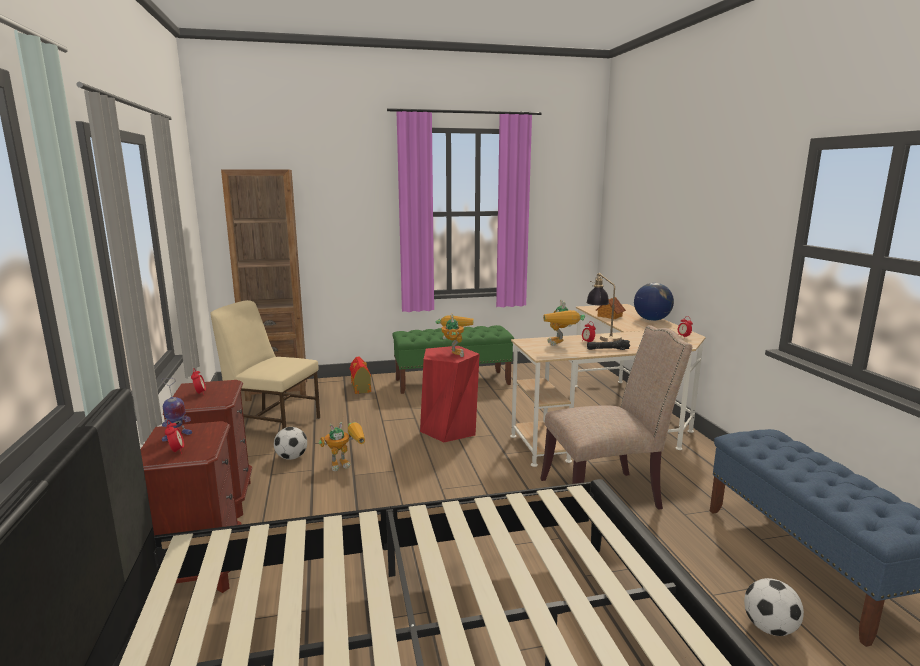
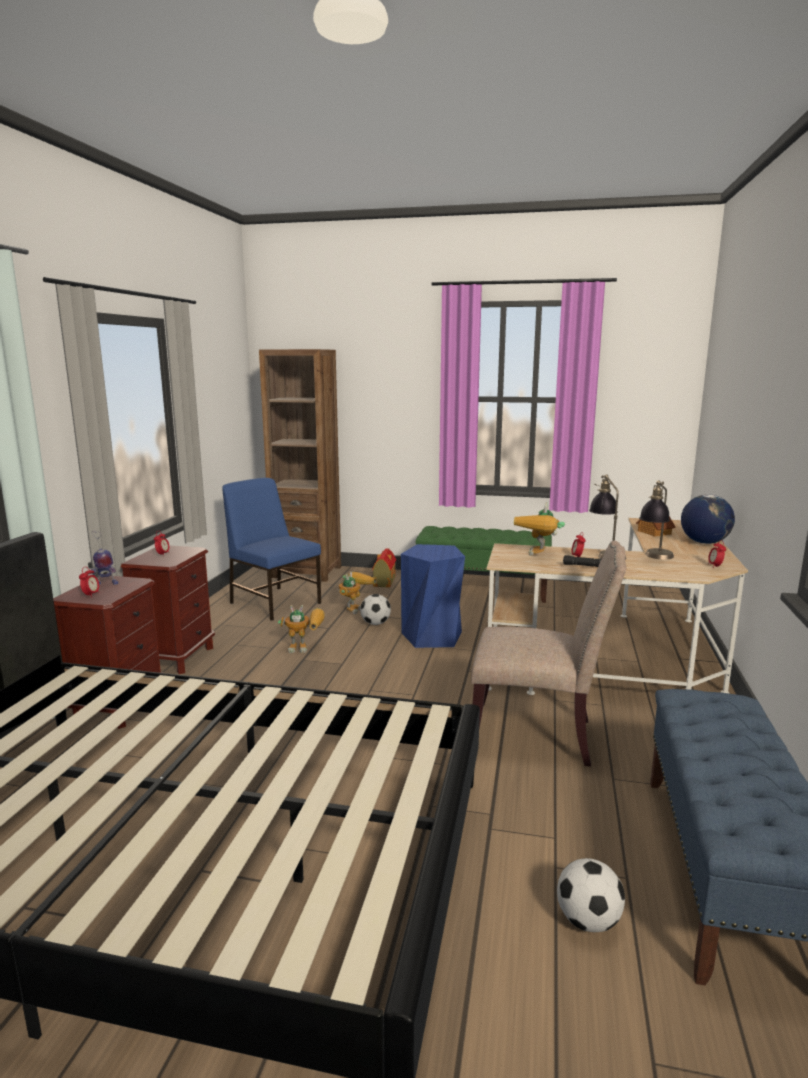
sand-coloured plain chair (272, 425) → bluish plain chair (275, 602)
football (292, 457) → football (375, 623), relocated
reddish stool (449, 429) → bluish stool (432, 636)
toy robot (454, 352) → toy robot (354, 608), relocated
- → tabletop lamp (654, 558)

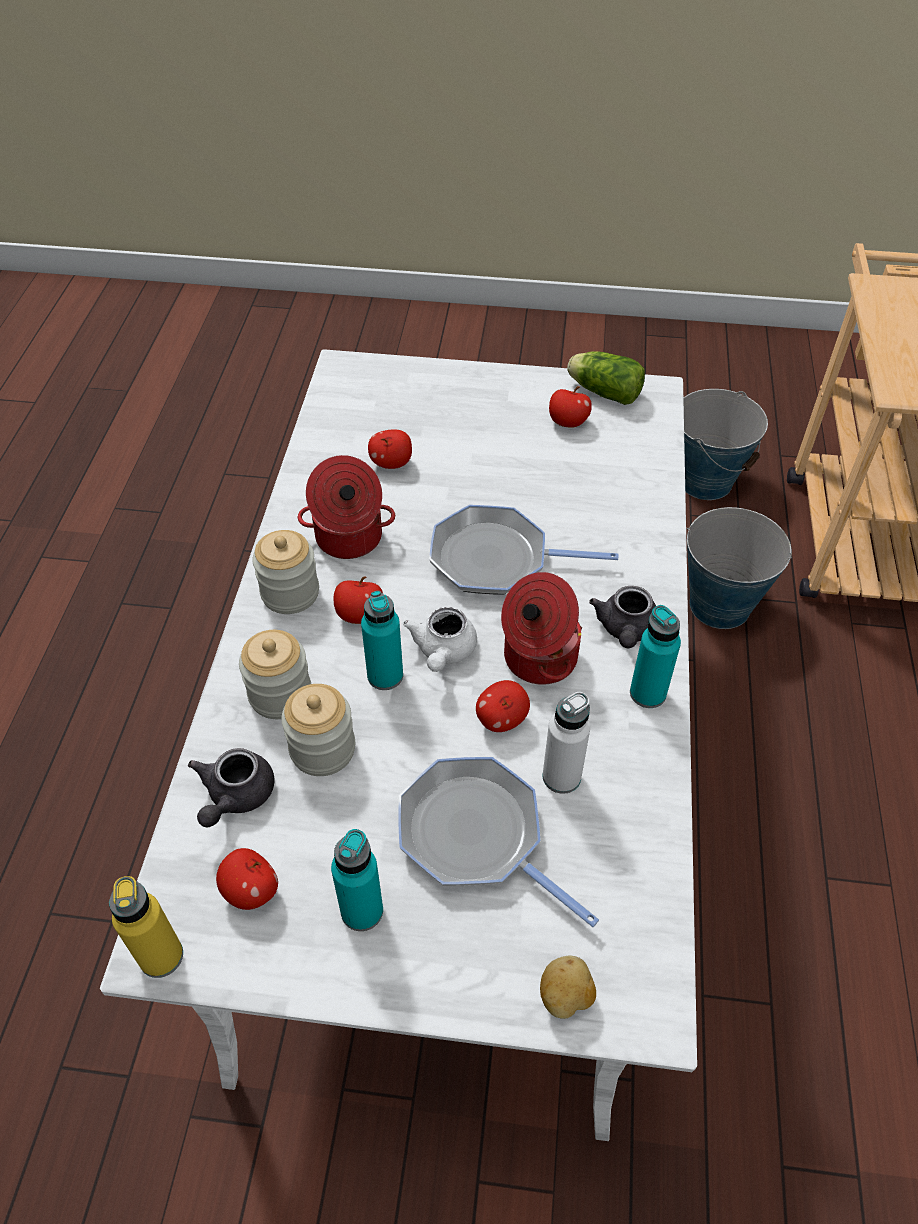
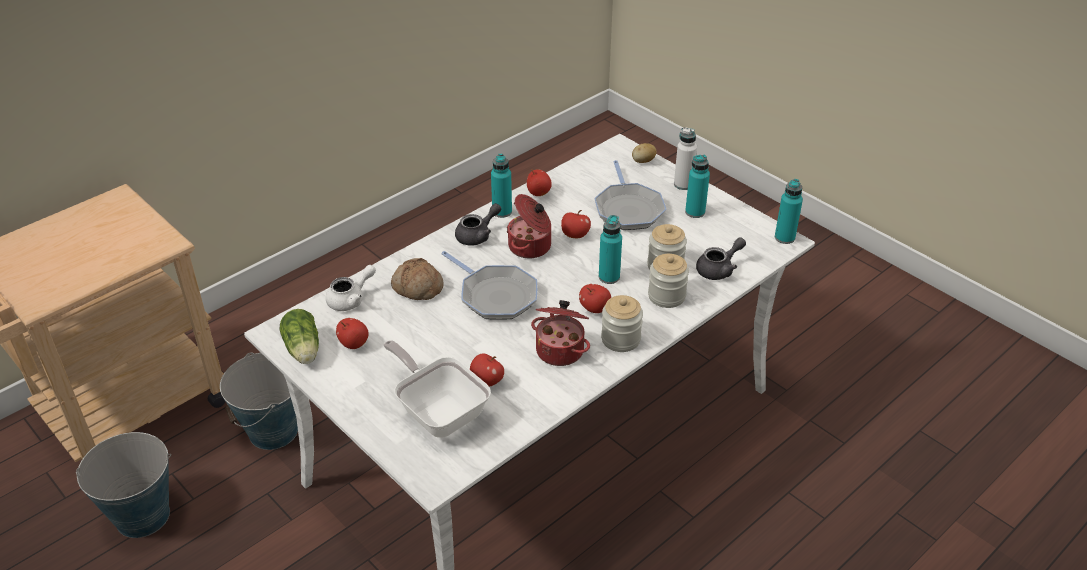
yellow-coloured drink bottle (161, 956) → turquoise drink bottle (784, 237)
apple (251, 891) → apple (538, 193), relocated
white tea pot (443, 652) → white tea pot (351, 299), relocated
white drink bottle (561, 776) → white drink bottle (683, 184), relocated
- → skillet (439, 411)
- → bakery bread (417, 288)

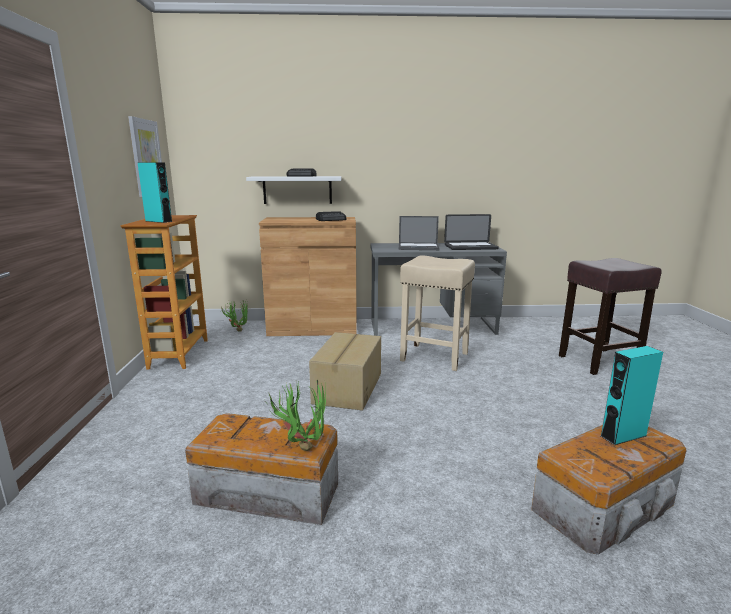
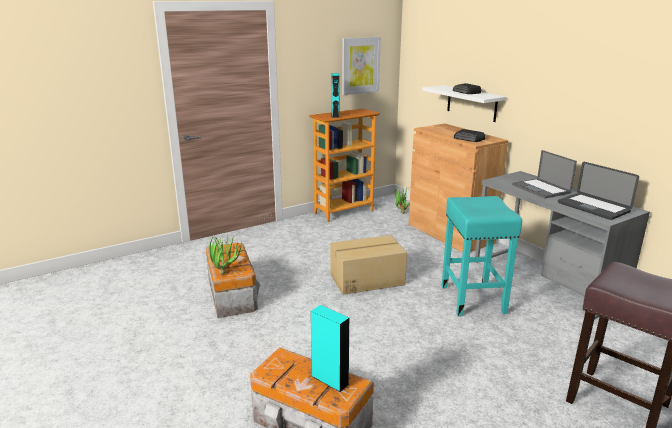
sand-coloured stool (433, 357) → turquoise stool (472, 298)

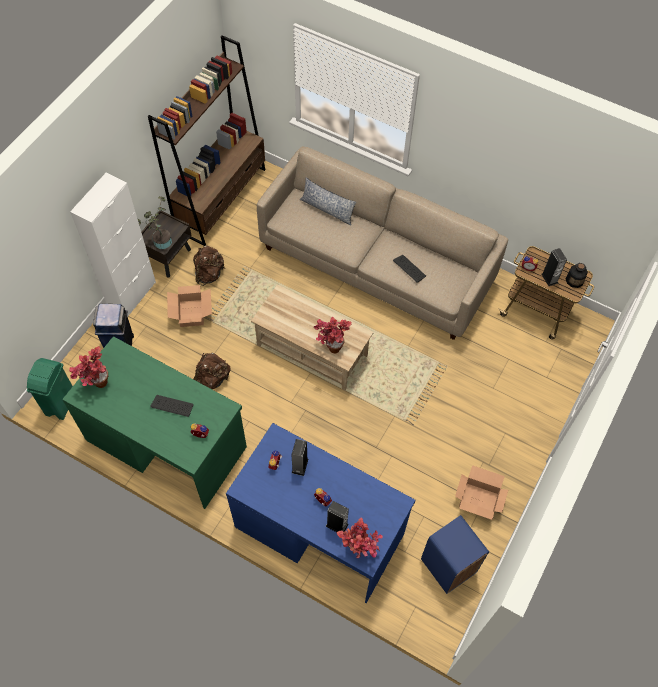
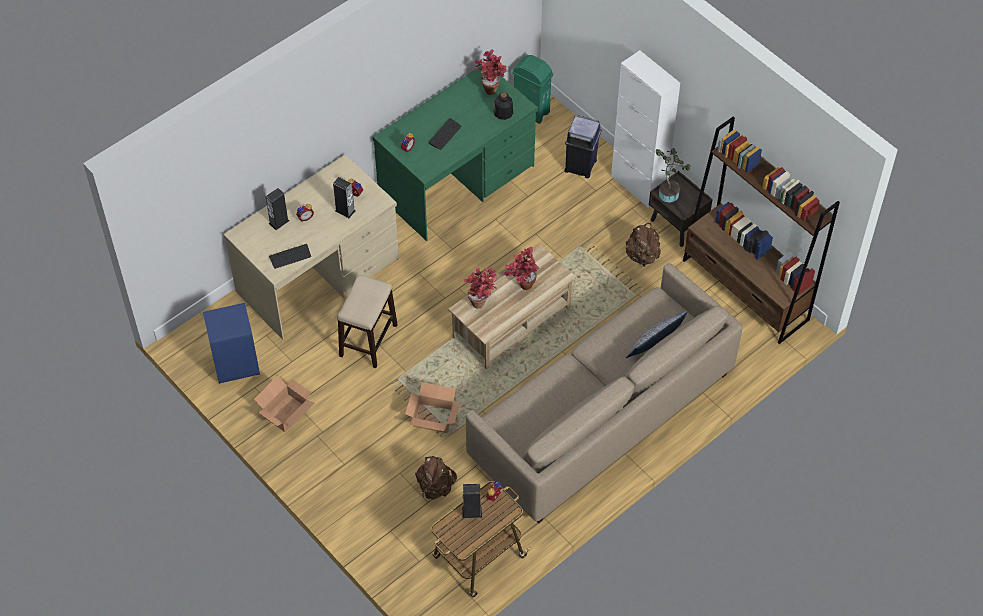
carton (191, 313) → carton (433, 418), relocated
brownish knapsack (212, 379) → brownish knapsack (435, 487), relocated
bluish desk (319, 529) → sand-coloured desk (319, 275)
plant in a pot (359, 550) → plant in a pot (521, 286), relocated
computer keyboard (409, 269) → computer keyboard (290, 257), relocated
drink bottle (574, 280) → drink bottle (503, 113), relocated
- → stool (368, 341)

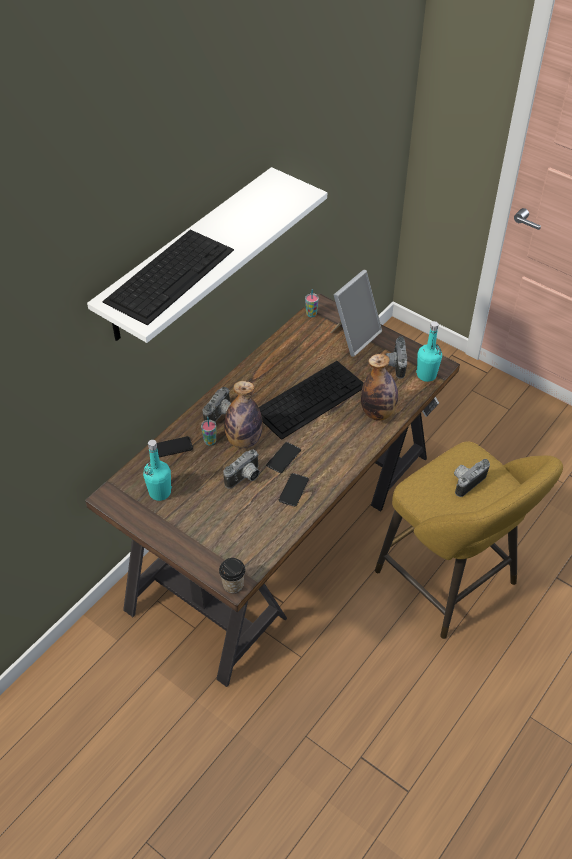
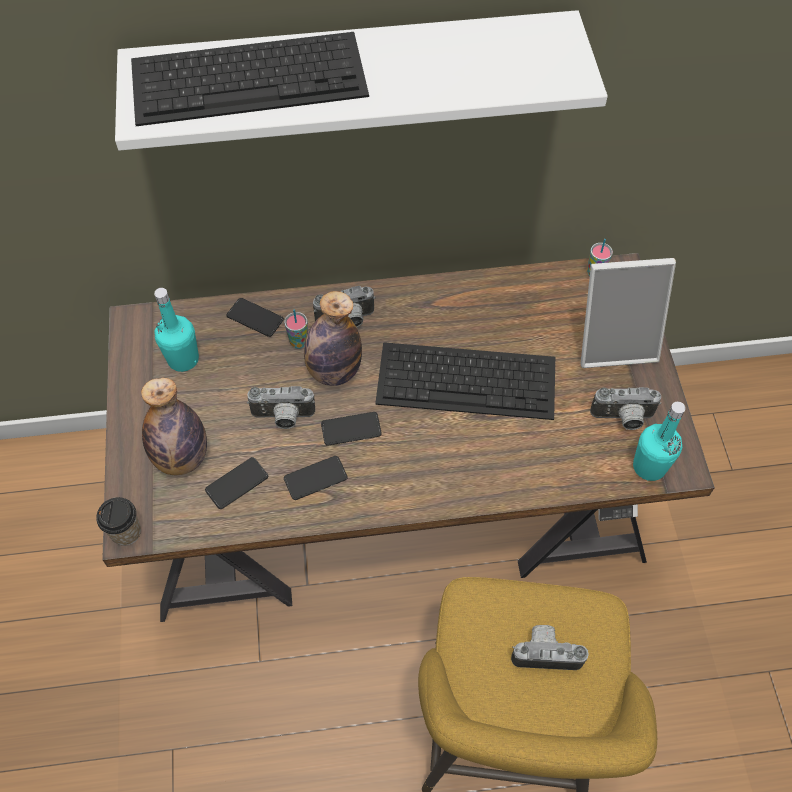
drink bottle (378, 413) → drink bottle (182, 458), relocated
still camera (394, 364) → still camera (623, 419), 135 degrees counterclockwise
- → handset (237, 483)

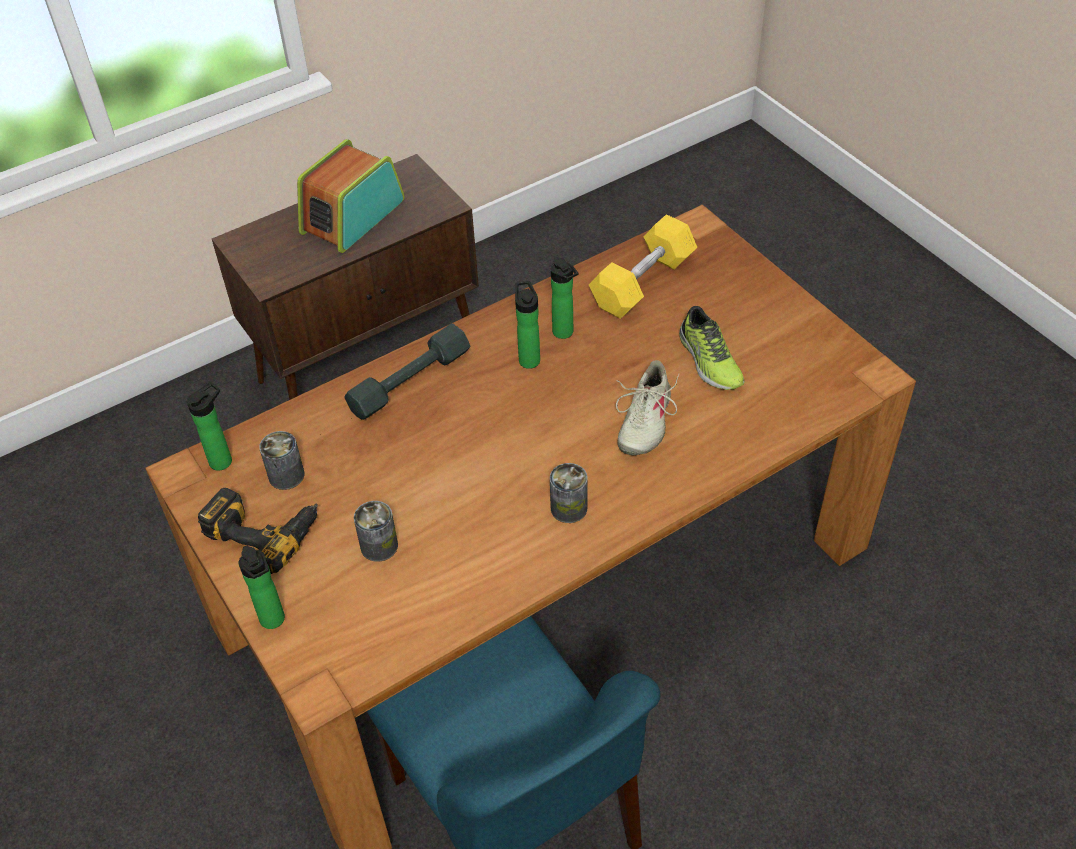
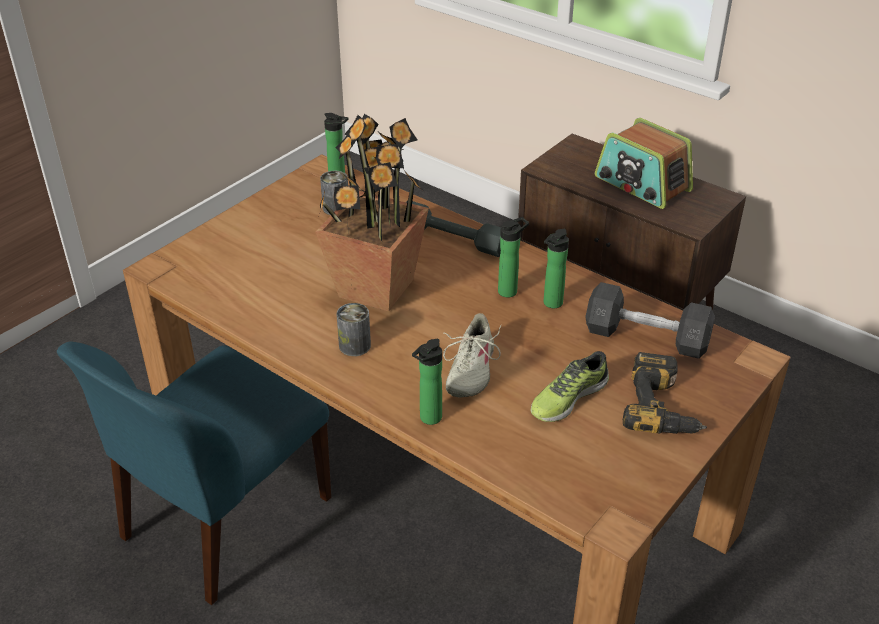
power drill (264, 529) → power drill (663, 407), relocated
drink bottle (274, 621) → drink bottle (428, 419), relocated
radio receiver (351, 216) → radio receiver (642, 184), 150 degrees counterclockwise
sealed can (379, 546) → -
yellow-coloured hand weight (642, 283) → grey hand weight (646, 337)
sand-coloured low shoe (644, 421) → sand-coloured low shoe (470, 370), 75 degrees counterclockwise
- → plant in a pot (376, 287)

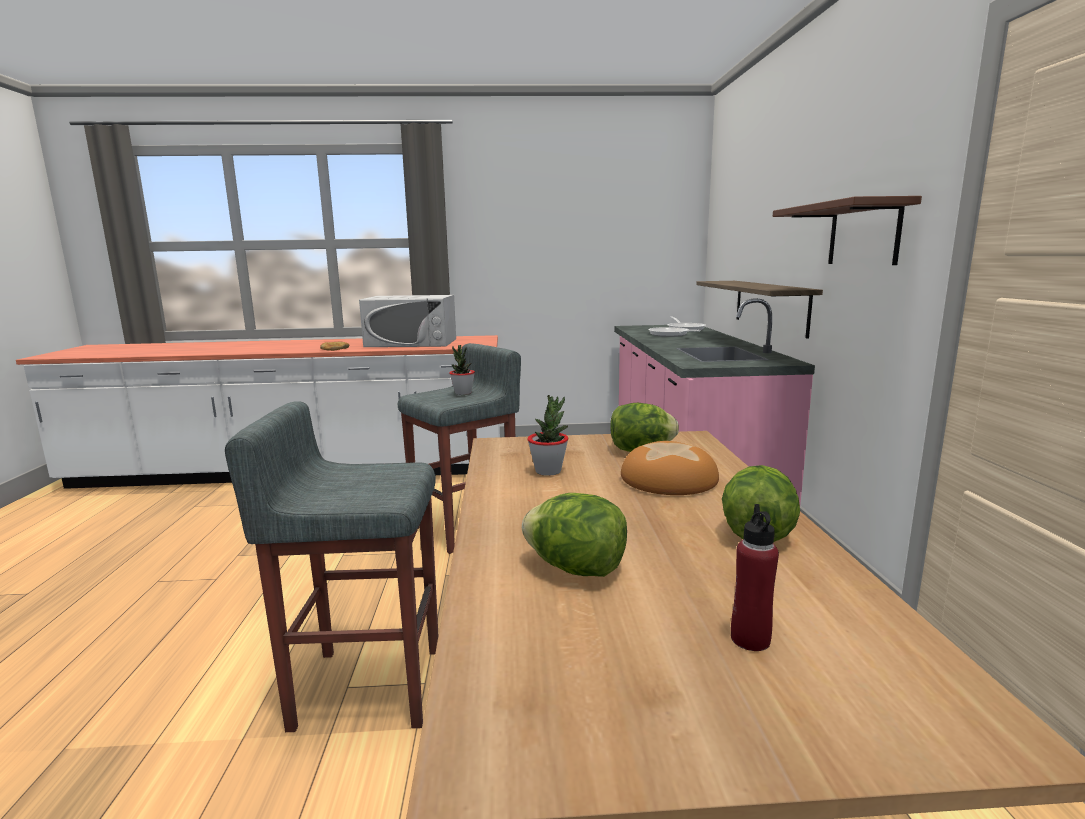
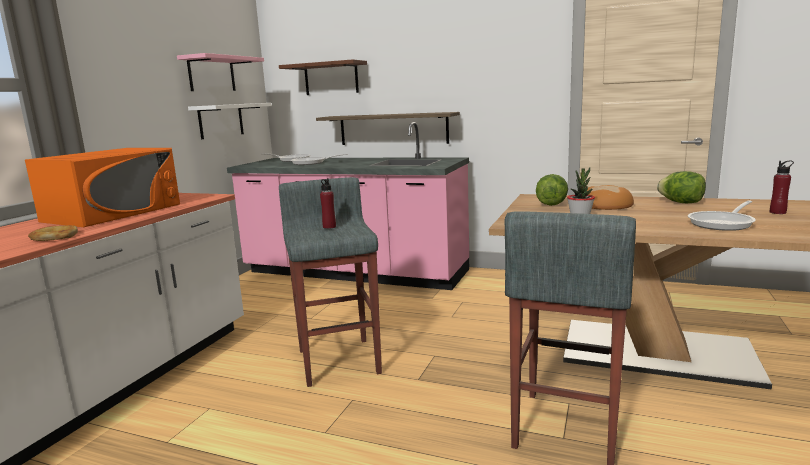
white microwave oven (411, 343) → orange-coloured microwave oven (113, 212)
plant in a pot (463, 393) → reddish drink bottle (329, 227)
head of lettuce (576, 569) → skillet (723, 223)
brownish wall shelf (863, 234) → brownish wall shelf (331, 78), relocated
- → pinkish wall shelf (211, 74)
- → white wall shelf (221, 120)

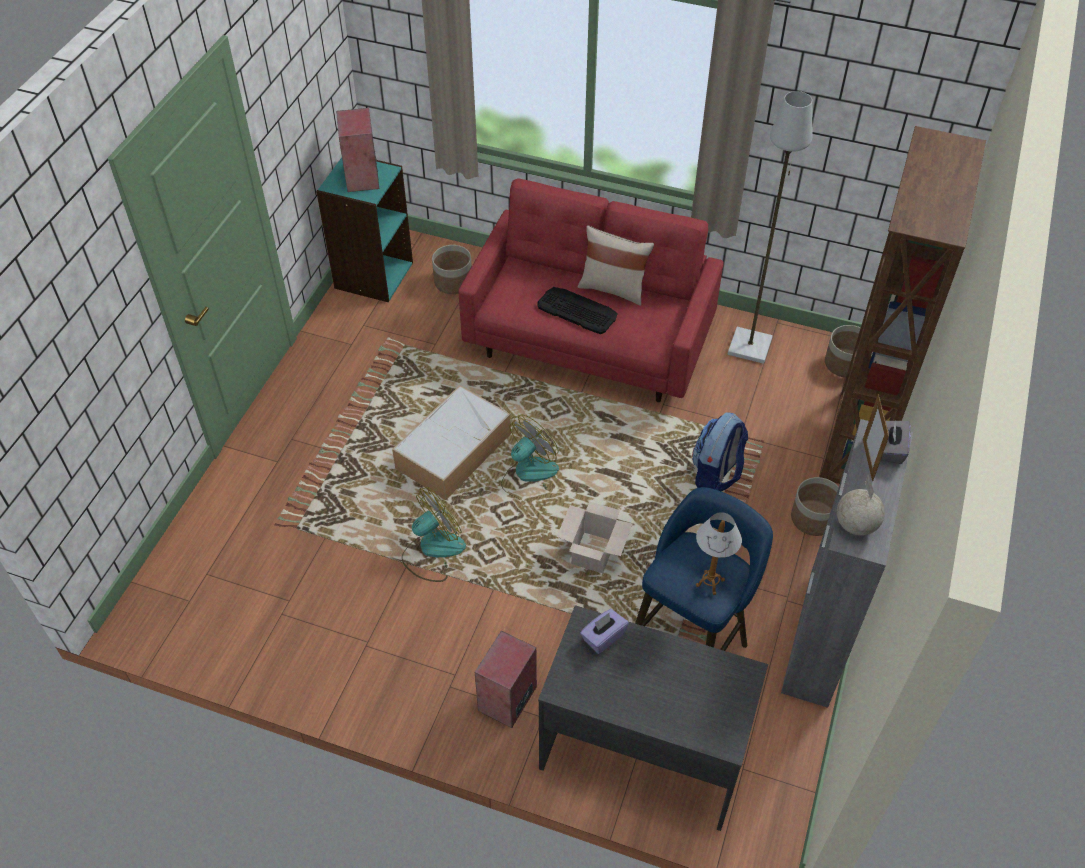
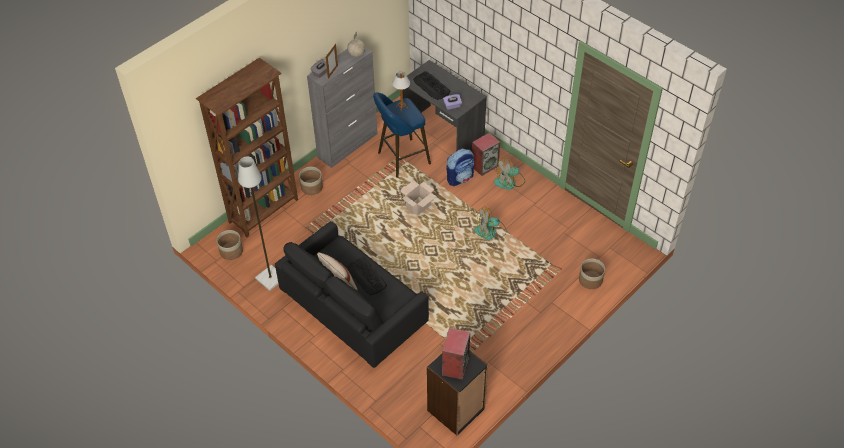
turquoise bookshelf (373, 275) → black-coloured bookshelf (456, 410)
storage box (454, 450) → -
plant pot (453, 282) → plant pot (590, 280), relocated
reddish sofa (590, 343) → black-coloured sofa (353, 312)
fan (528, 476) → fan (509, 182), relocated
knapsack (716, 474) → knapsack (460, 178), relocated
- → computer keyboard (431, 86)

